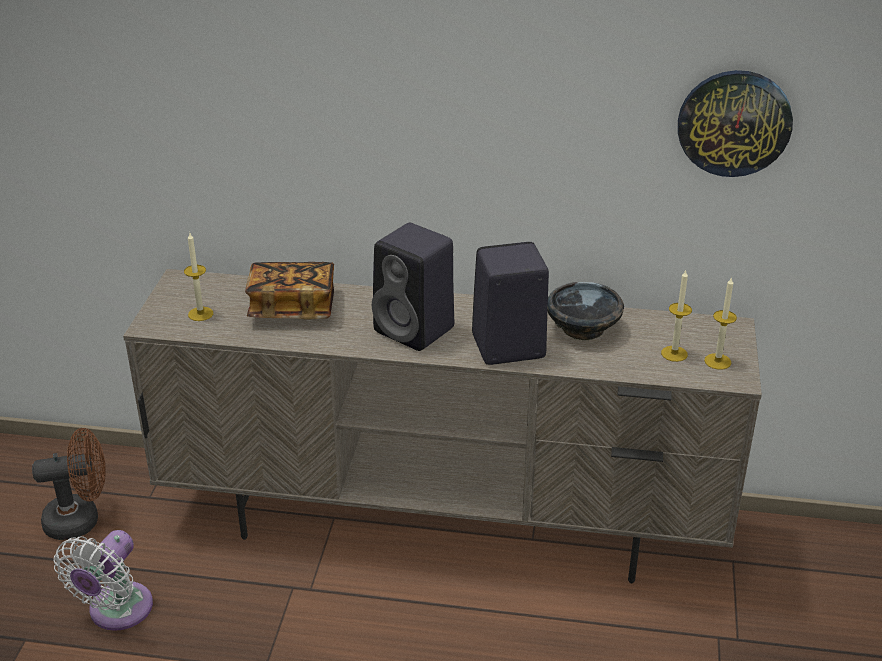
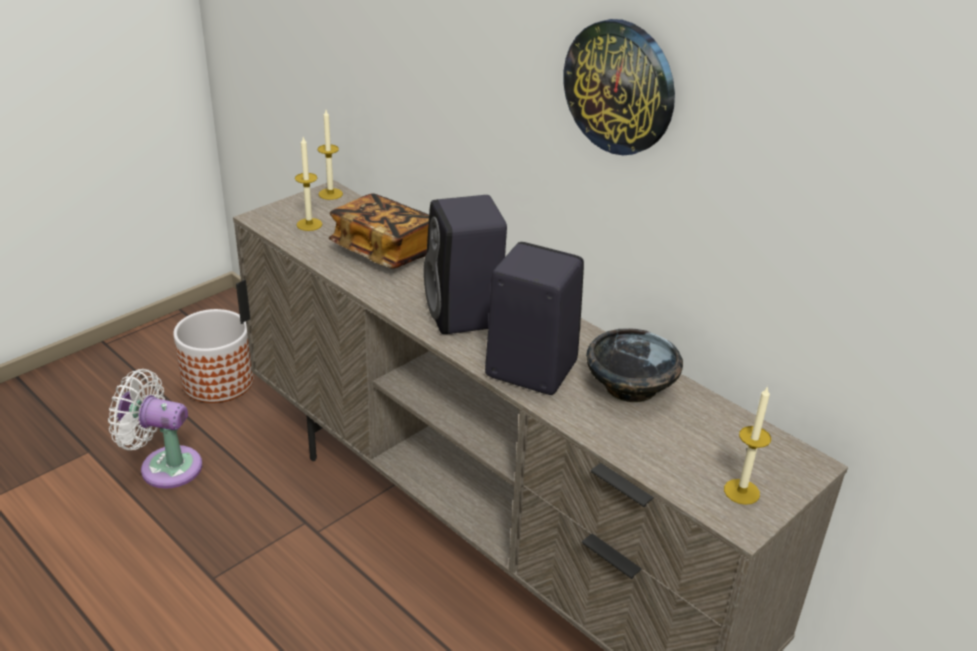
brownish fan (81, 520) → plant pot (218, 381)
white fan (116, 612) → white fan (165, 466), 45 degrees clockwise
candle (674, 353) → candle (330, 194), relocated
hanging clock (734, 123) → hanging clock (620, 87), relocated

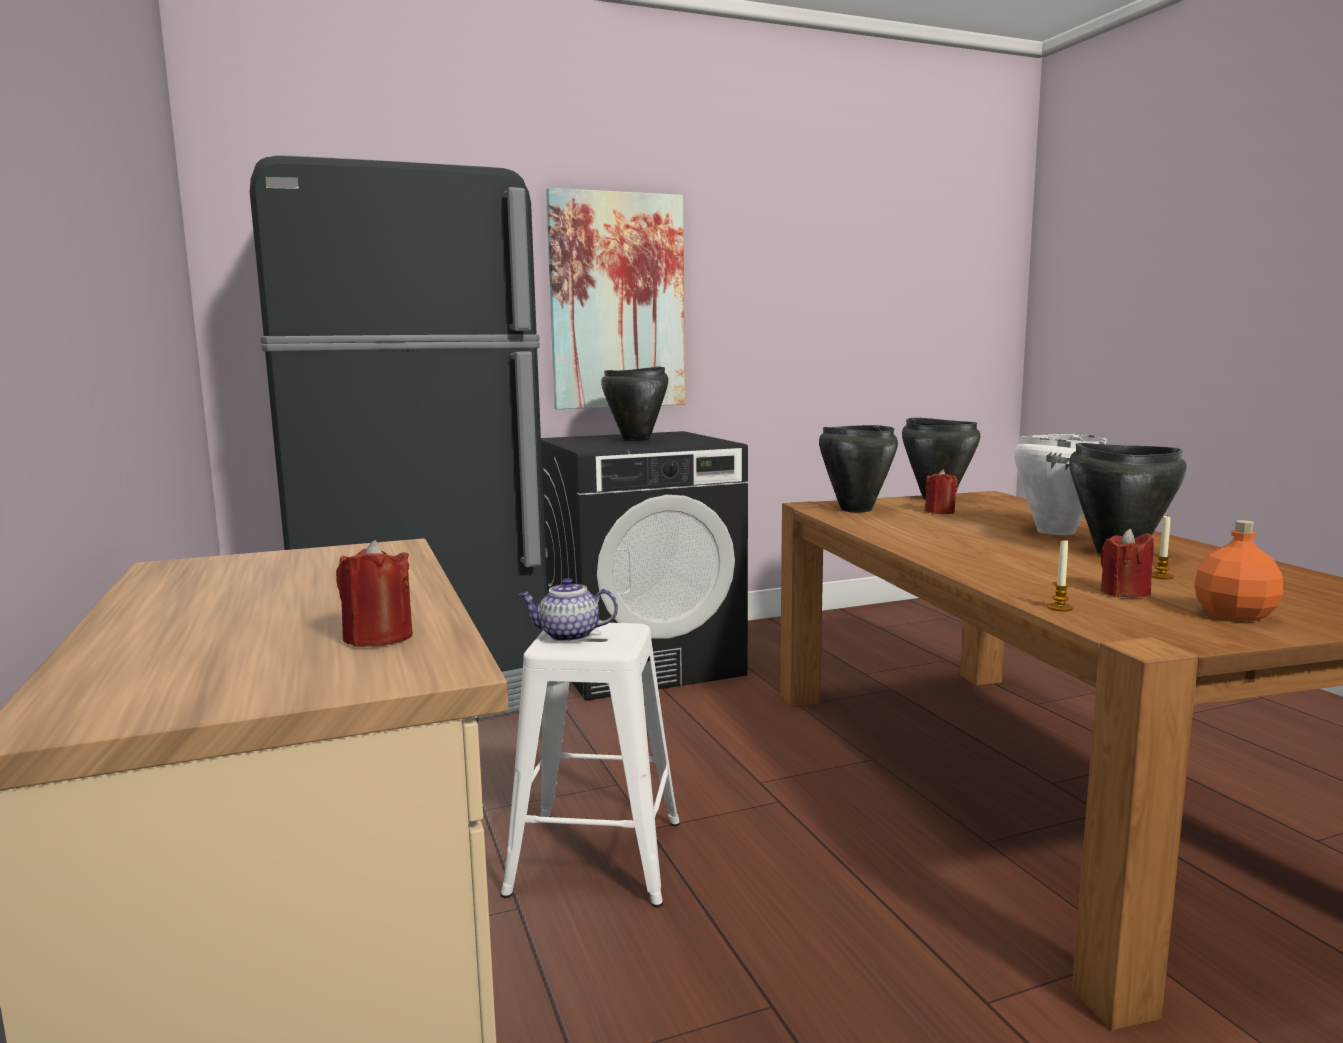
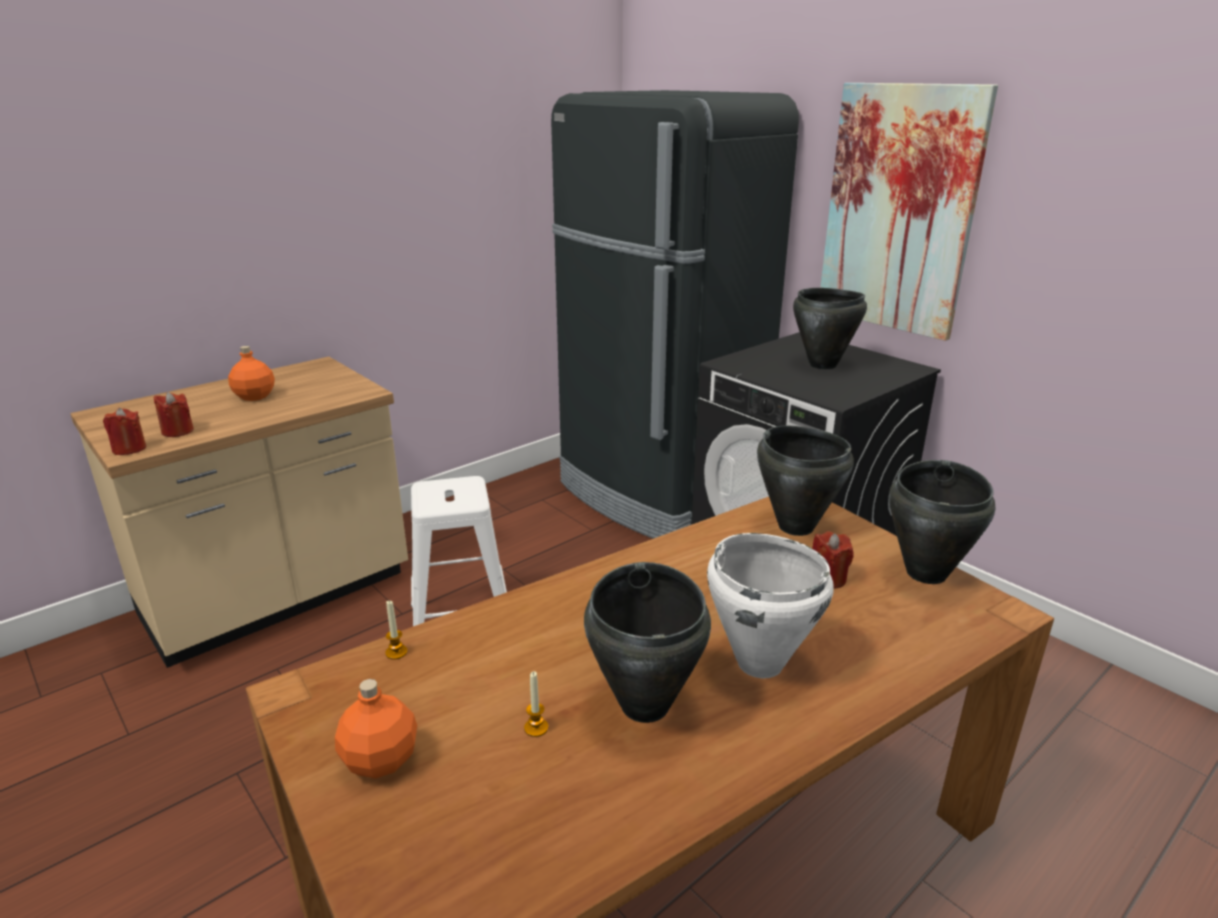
tea pot (568, 635) → -
reddish candle (1124, 593) → reddish candle (129, 449), relocated
- → orange-coloured drink bottle (254, 396)

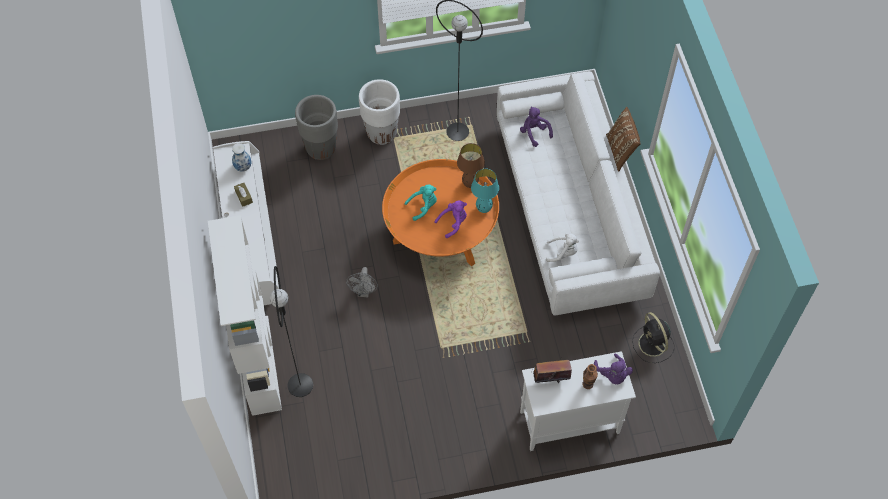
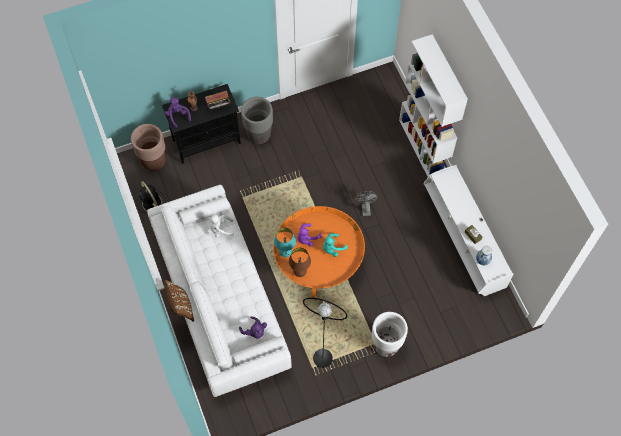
black-coloured floor lamp (300, 385) → -
grey plant pot (321, 149) → grey plant pot (259, 135), relocated
white cabinet (568, 422) → black-coloured cabinet (207, 141)
- → brownish plant pot (154, 162)

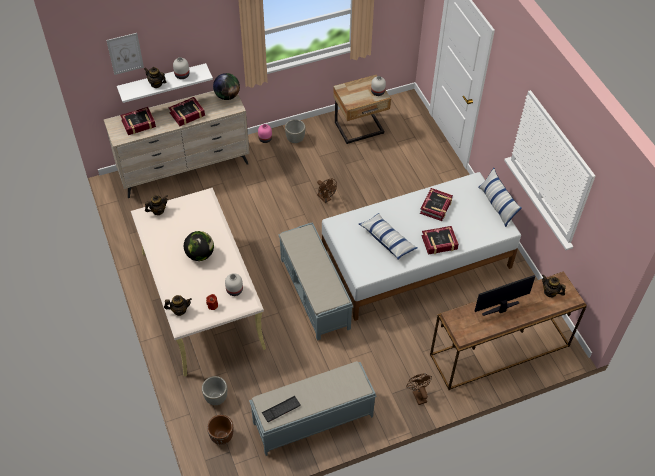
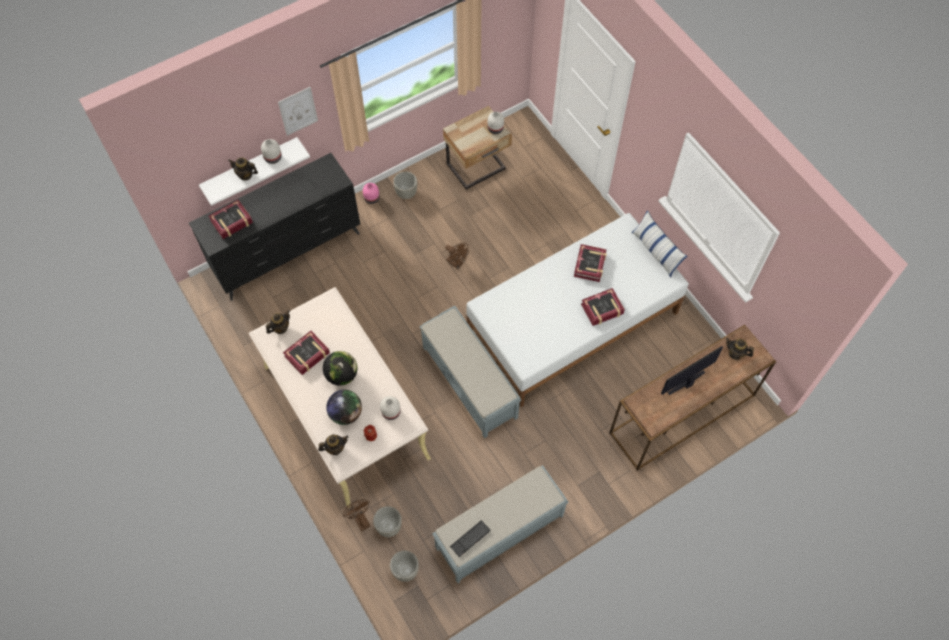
sand-coloured drawer chest (185, 169) → black-coloured drawer chest (288, 253)
wall art (125, 53) → wall art (298, 111), relocated
volume (187, 114) → volume (307, 355), relocated
brownish plant pot (221, 437) → grey plant pot (405, 571)
globe (227, 96) → globe (346, 413), relocated
throw pillow (387, 240) → -
brownish fan (418, 395) → brownish fan (360, 519), relocated

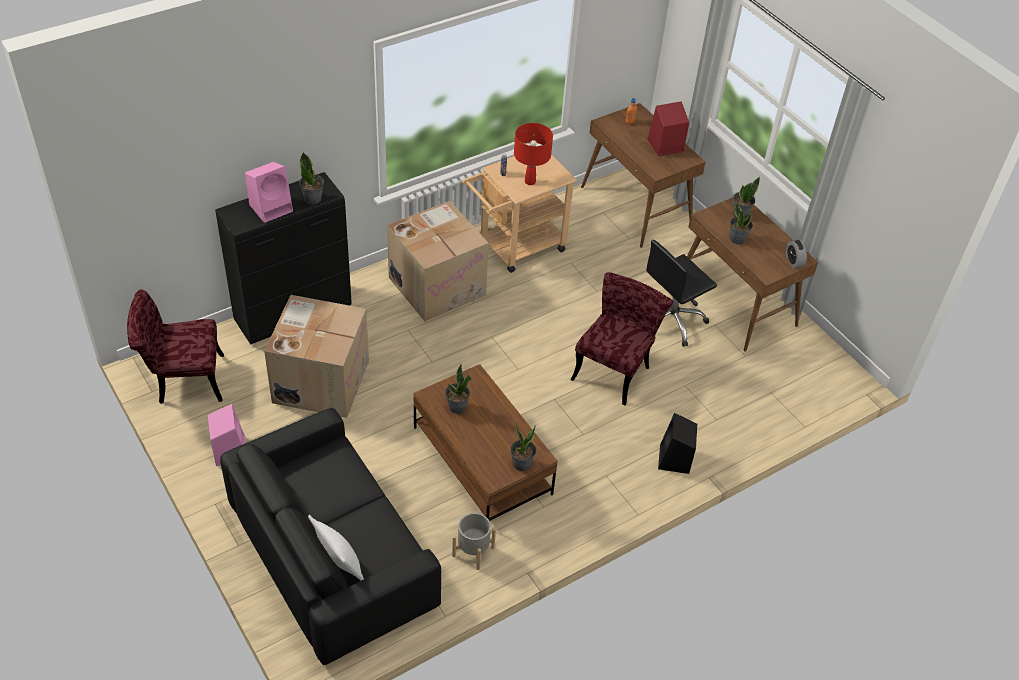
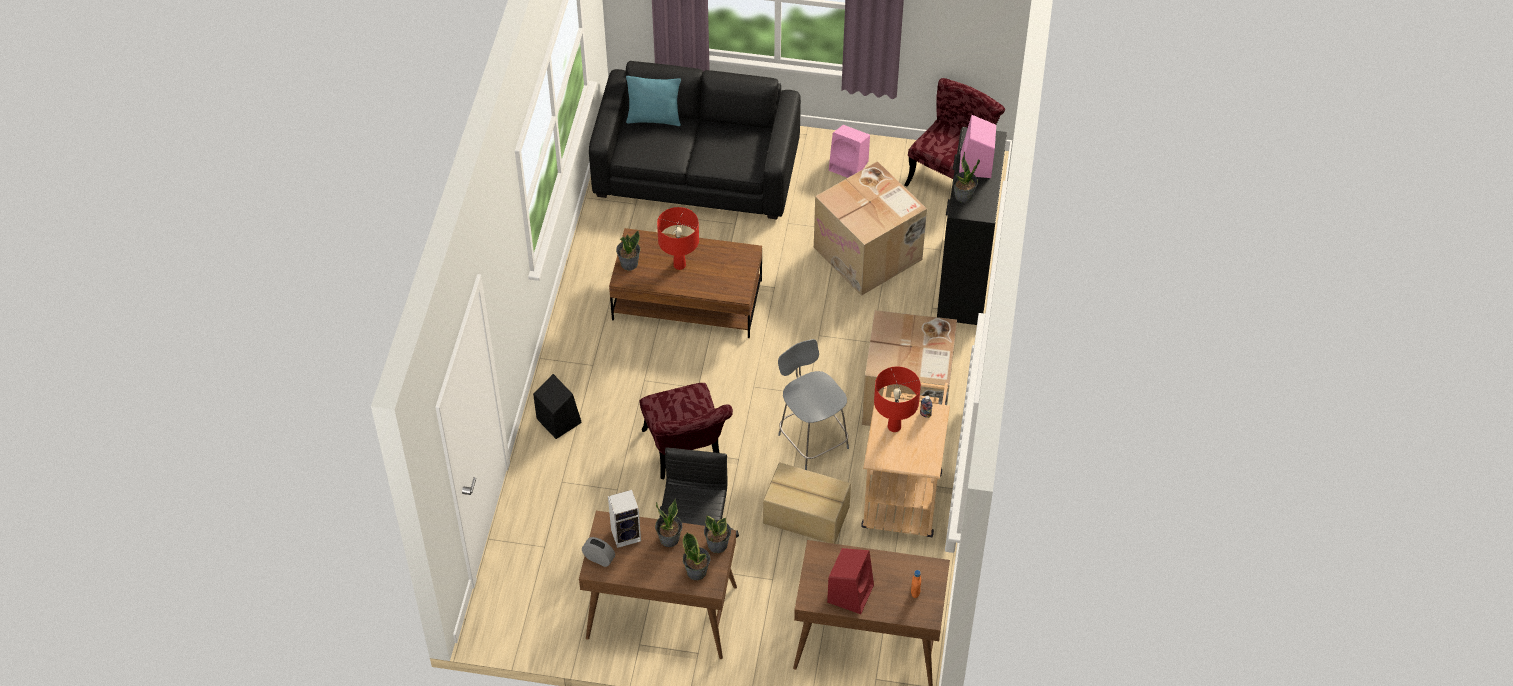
white throw pillow (340, 565) → turquoise throw pillow (654, 119)
plant in a pot (457, 407) → plant in a pot (717, 544), relocated
grey plant pot (473, 551) → -
- → loudspeaker (627, 534)
- → reddish tabletop lamp (679, 265)
- → carton (806, 516)
- → grey plain chair (812, 439)

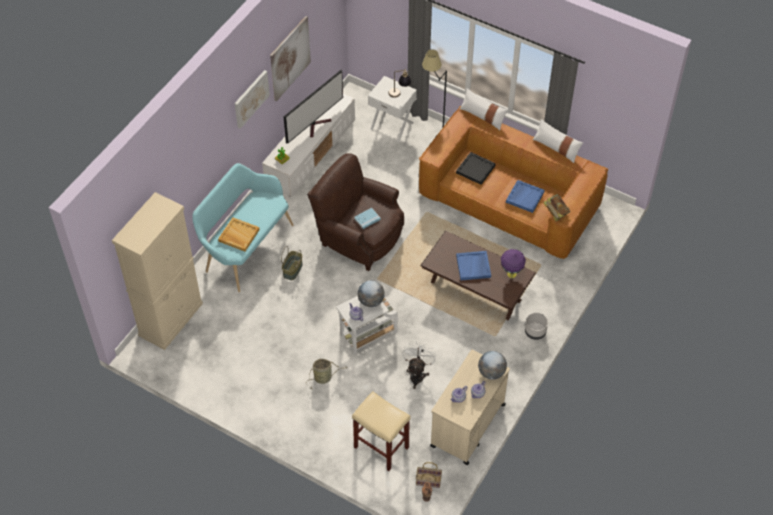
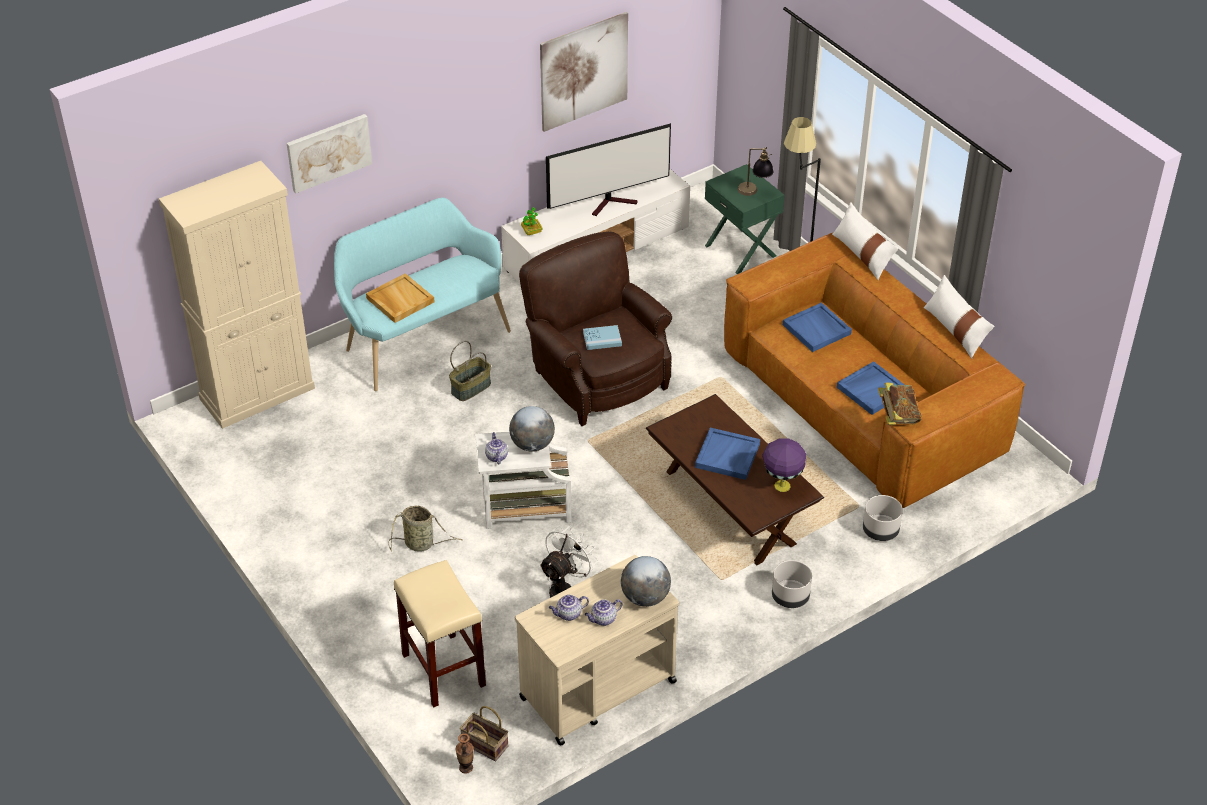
wall art (251, 98) → wall art (328, 152), relocated
white nightstand (392, 125) → greenish nightstand (741, 250)
black-coloured carrying tray (476, 169) → bluish carrying tray (817, 329)
- → grey plant pot (880, 531)

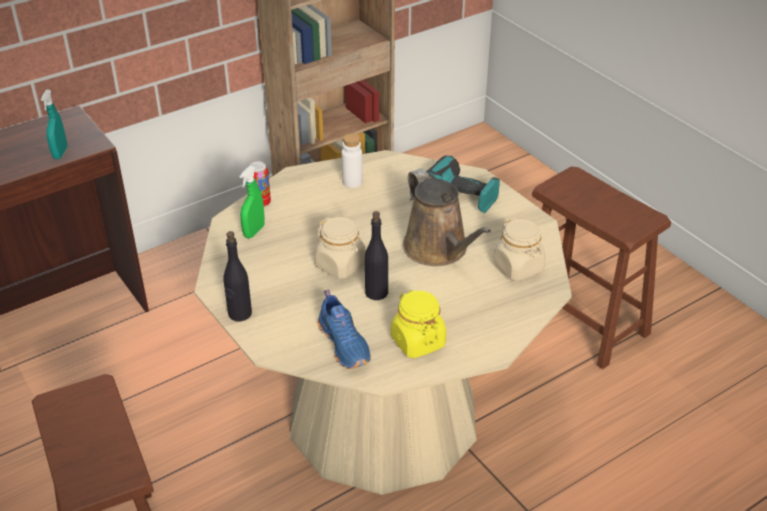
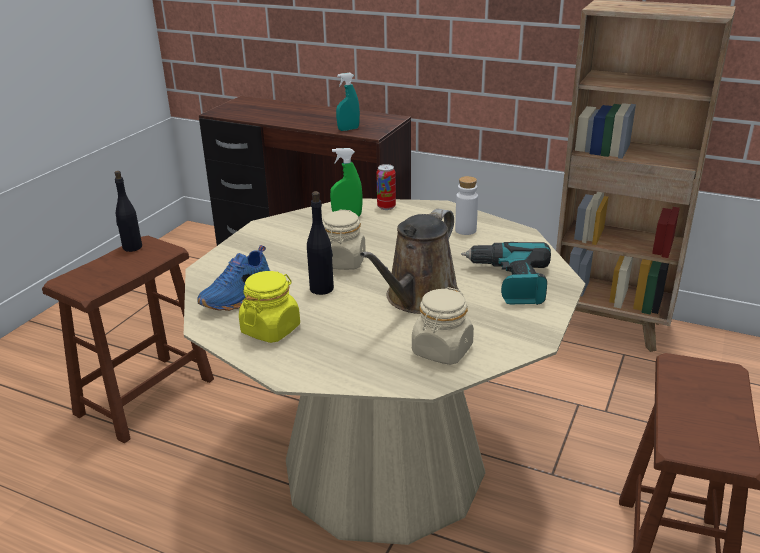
black-coloured drink bottle (239, 314) → black-coloured drink bottle (132, 247), relocated

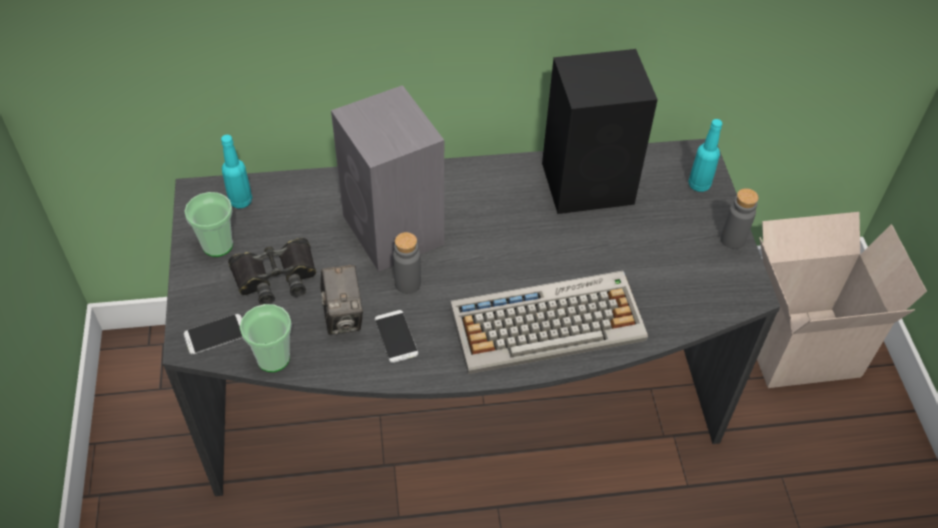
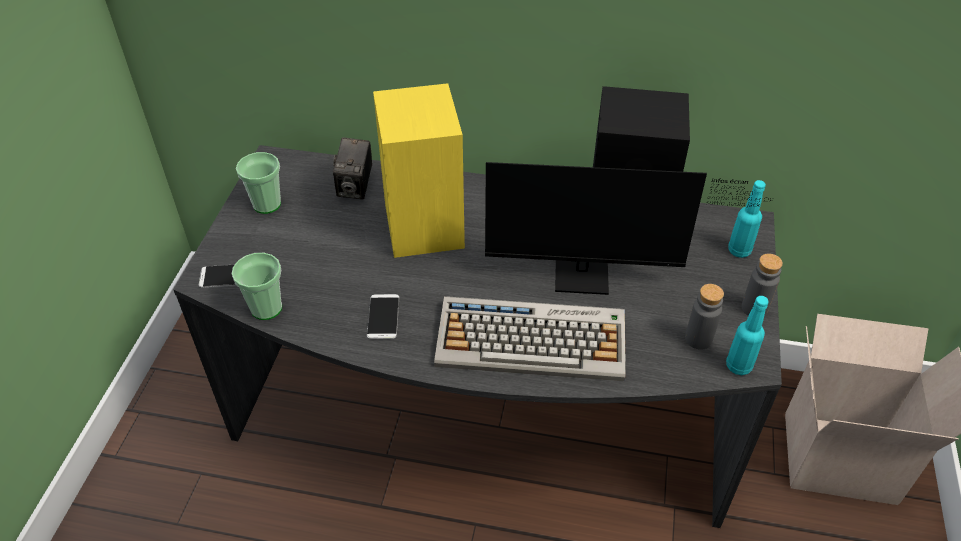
turquoise drink bottle (240, 201) → turquoise drink bottle (738, 366), relocated
black-coloured pair of binoculars (275, 276) → -
still camera (343, 316) → still camera (355, 187), relocated
grey loudspeaker (394, 232) → yellow-coloured loudspeaker (424, 227)
grey drink bottle (407, 283) → grey drink bottle (698, 339), relocated
- → monitor (591, 276)

